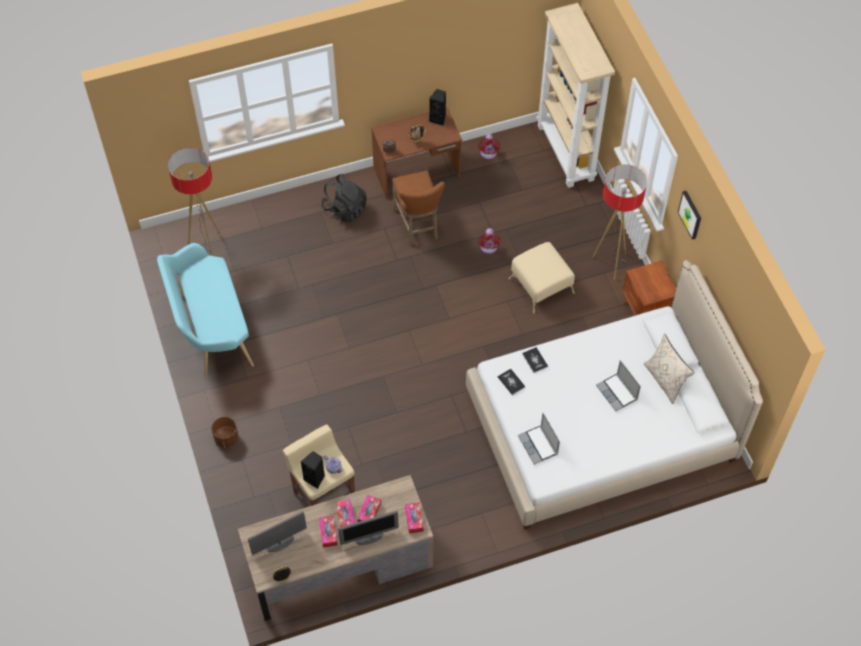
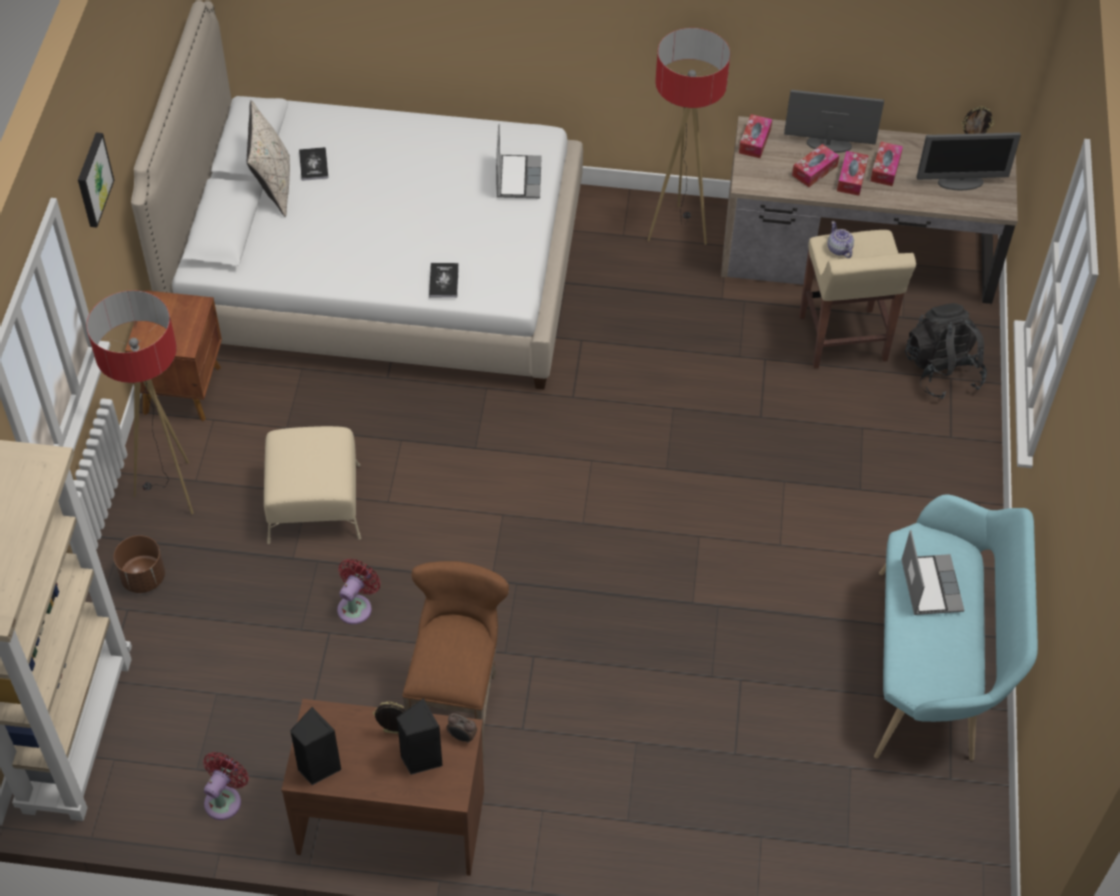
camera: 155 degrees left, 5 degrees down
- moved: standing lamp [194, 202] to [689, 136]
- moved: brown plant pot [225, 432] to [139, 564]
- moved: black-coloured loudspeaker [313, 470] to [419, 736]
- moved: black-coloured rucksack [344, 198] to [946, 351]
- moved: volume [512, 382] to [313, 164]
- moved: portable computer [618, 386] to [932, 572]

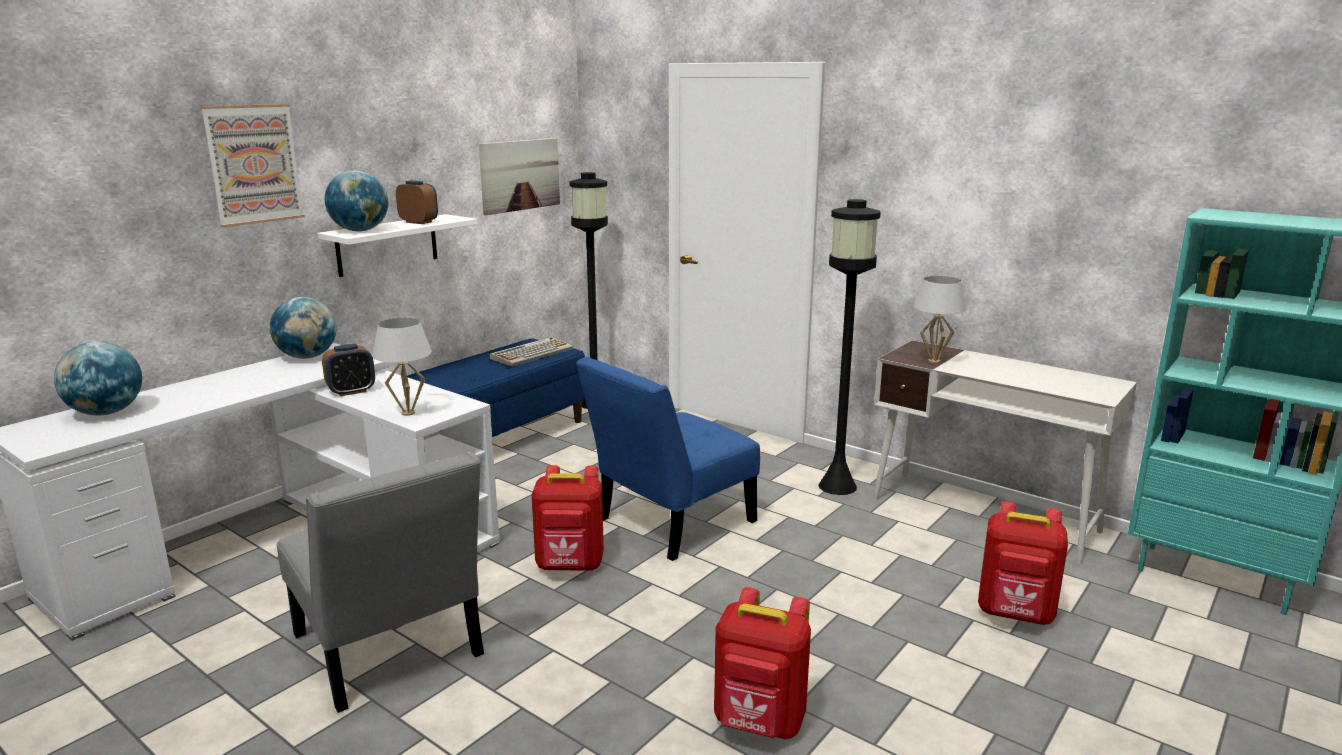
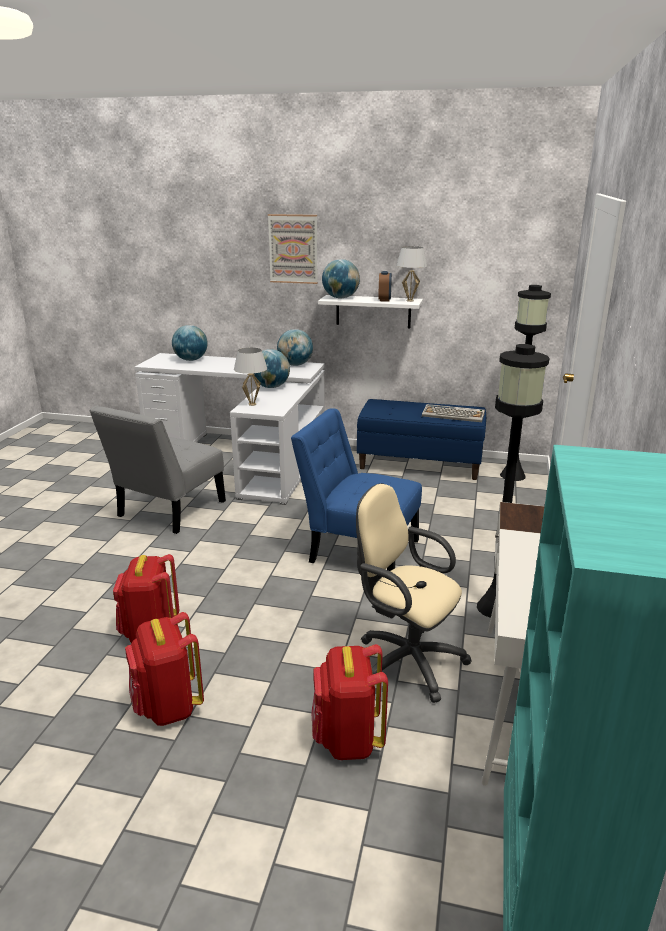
camera: 65 degrees right, 5 degrees up
- removed: wall picture [519, 176]
- added: beige-coloured desk chair [414, 593]
- moved: red rucksack [567, 518] to [164, 669]
- moved: whitish tabletop lamp [940, 319] to [411, 274]
- replaced: bedside clock [348, 370] to world globe [271, 368]

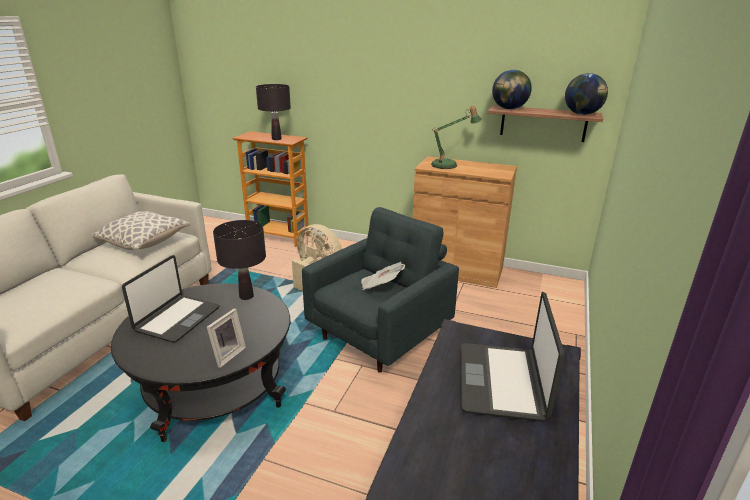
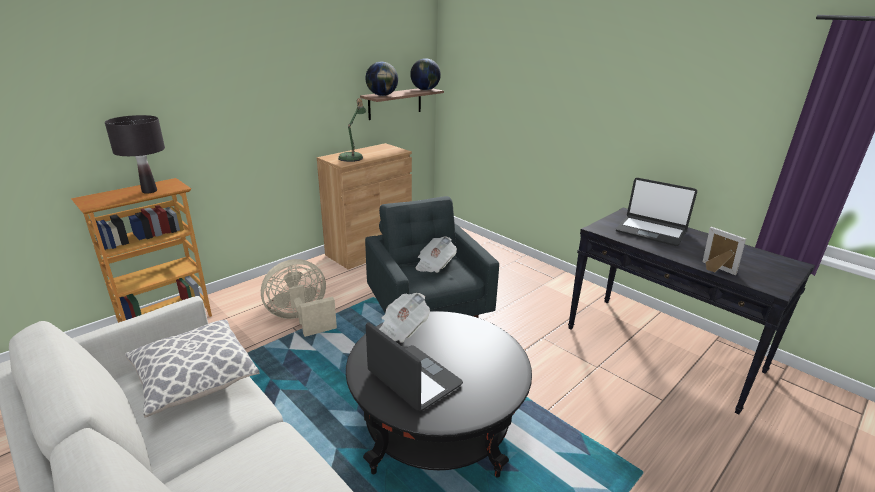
camera: 65 degrees left, 0 degrees up
- moved: picture frame [226, 338] to [724, 251]
- replaced: black-coloured tabletop lamp [239, 260] to printed paper [404, 318]

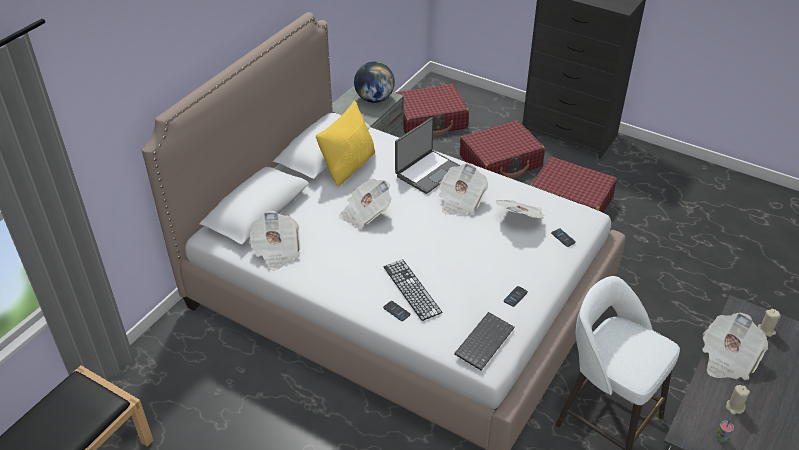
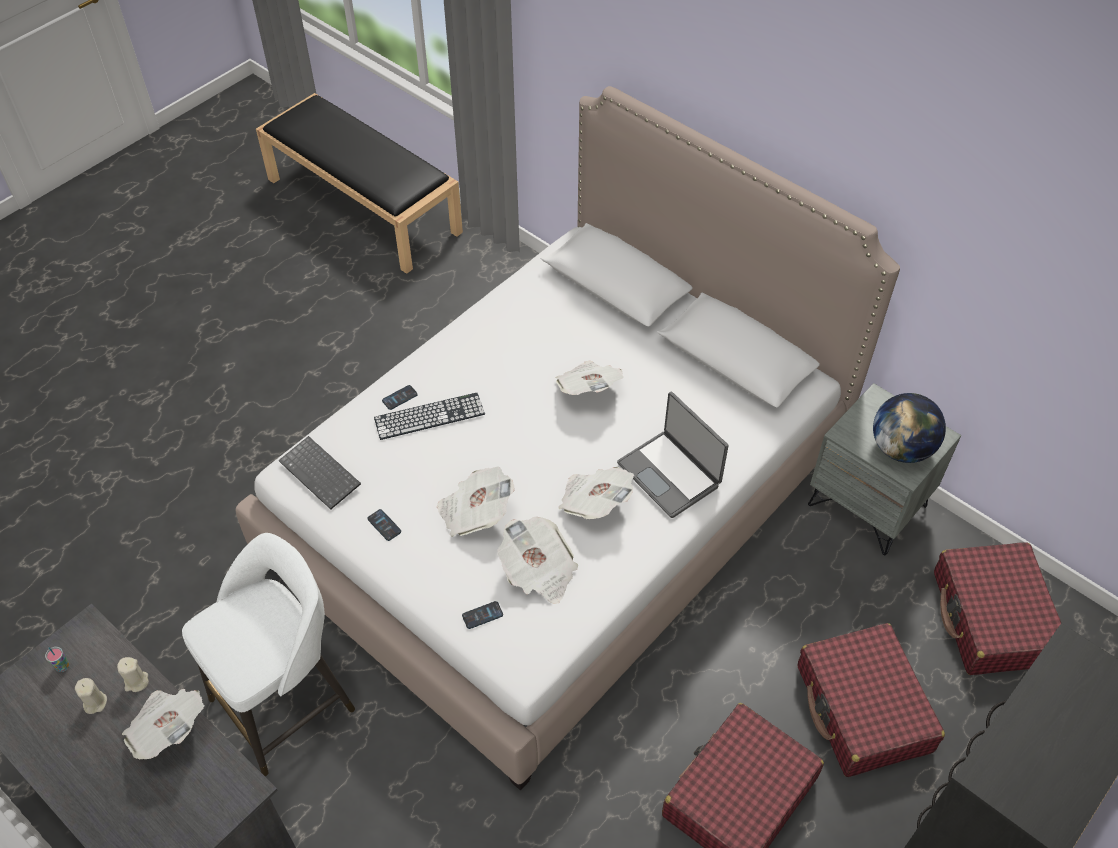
camera: 100 degrees right, 10 degrees up
- removed: yellow throw pillow [345, 144]
- moved: printed paper [274, 240] to [476, 501]
- moved: beige-coloured wax candle [769, 323] to [133, 674]

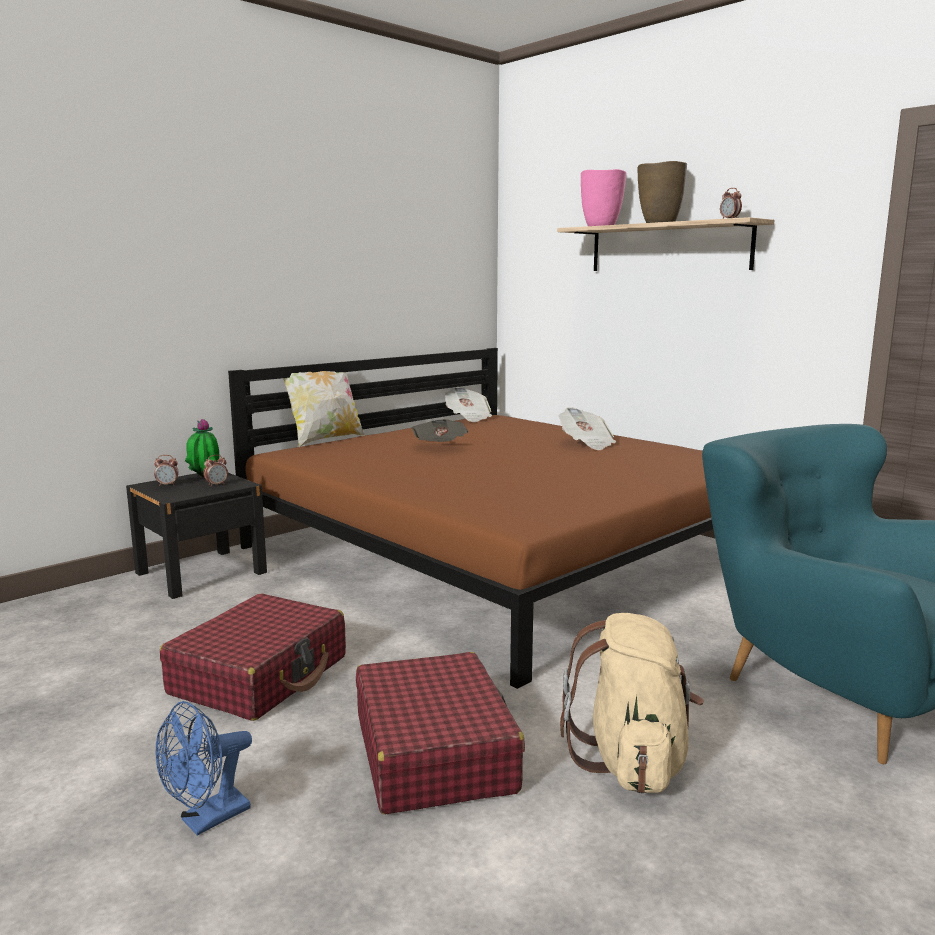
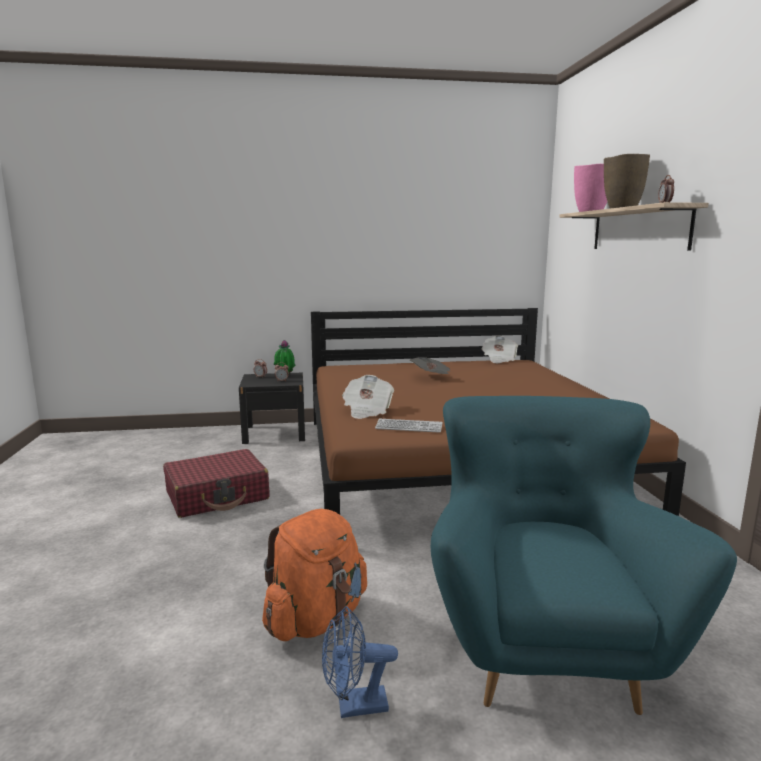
camera: 35 degrees right, 0 degrees up
- removed: throw pillow [324, 404]
- removed: red suitcase [440, 733]
- added: PC keyboard [409, 426]
- moved: blue cooling fan [204, 768] to [360, 662]
- moved: printed paper [587, 428] to [368, 397]
- recoloured: beige-coloured rucksack [632, 703] to orange rucksack [314, 575]

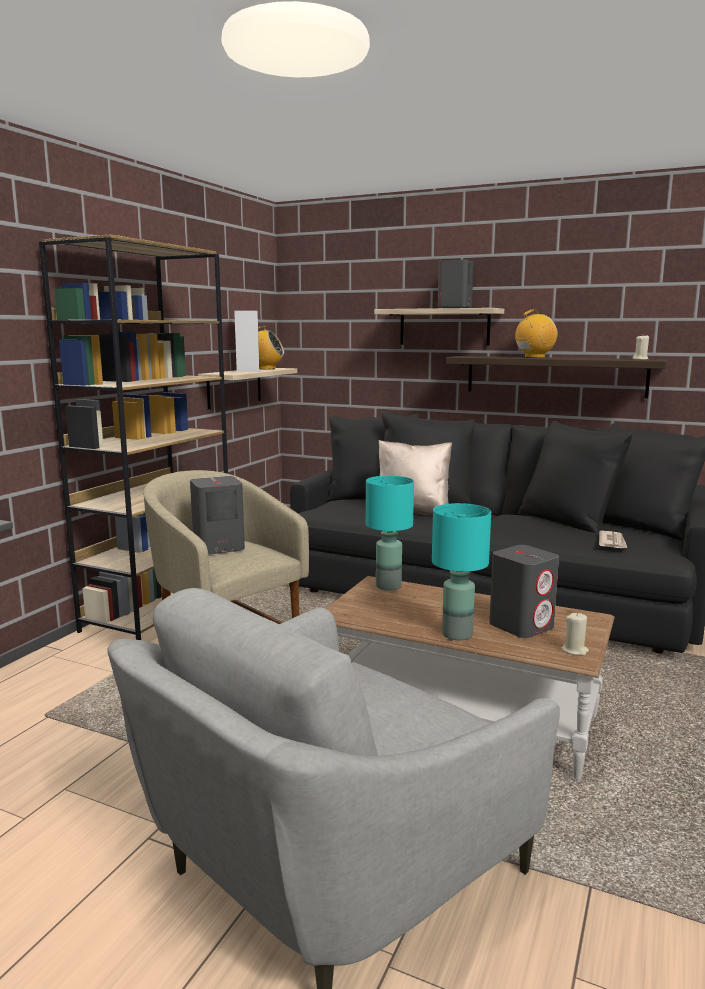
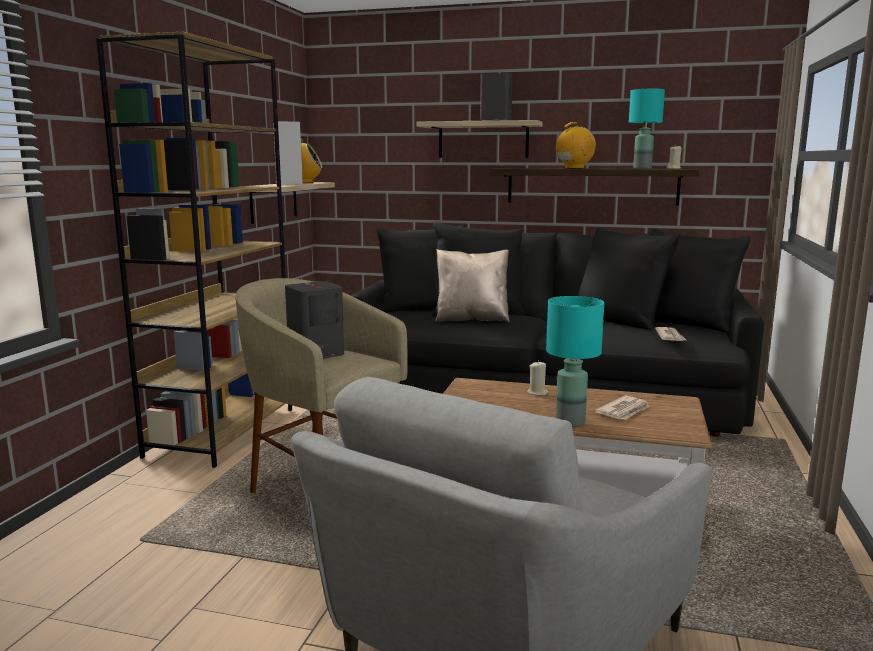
camera: 10 degrees left, 0 degrees up
- moved: blue-green tabletop lamp [390, 533] to [647, 129]
- moved: beige-coloured wax candle [575, 633] to [537, 378]
- replaced: gray loudspeaker [524, 591] to printed paper [622, 408]

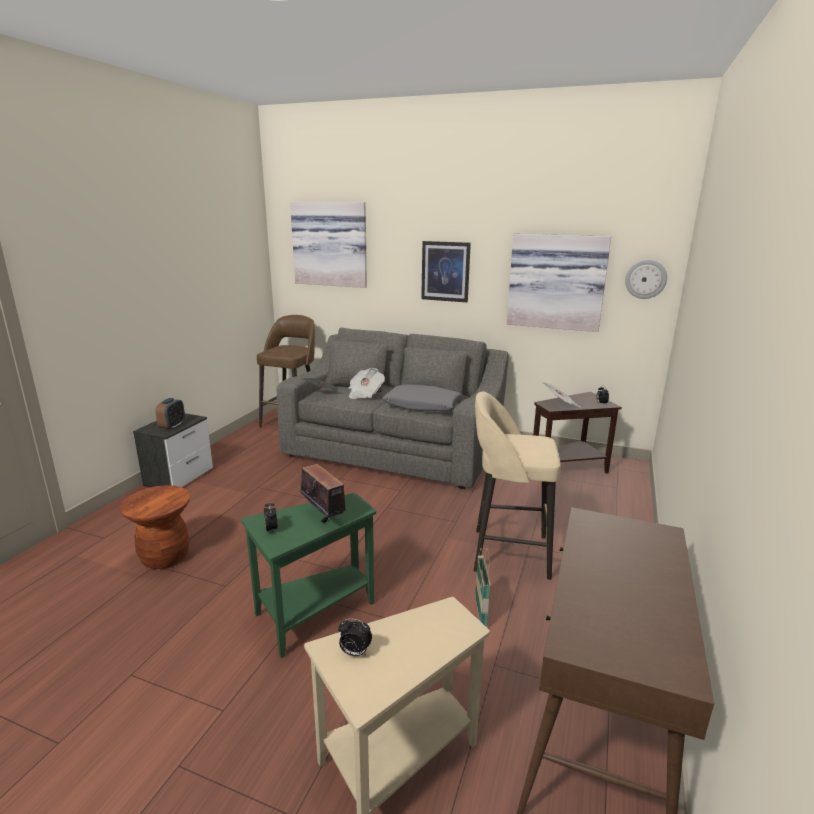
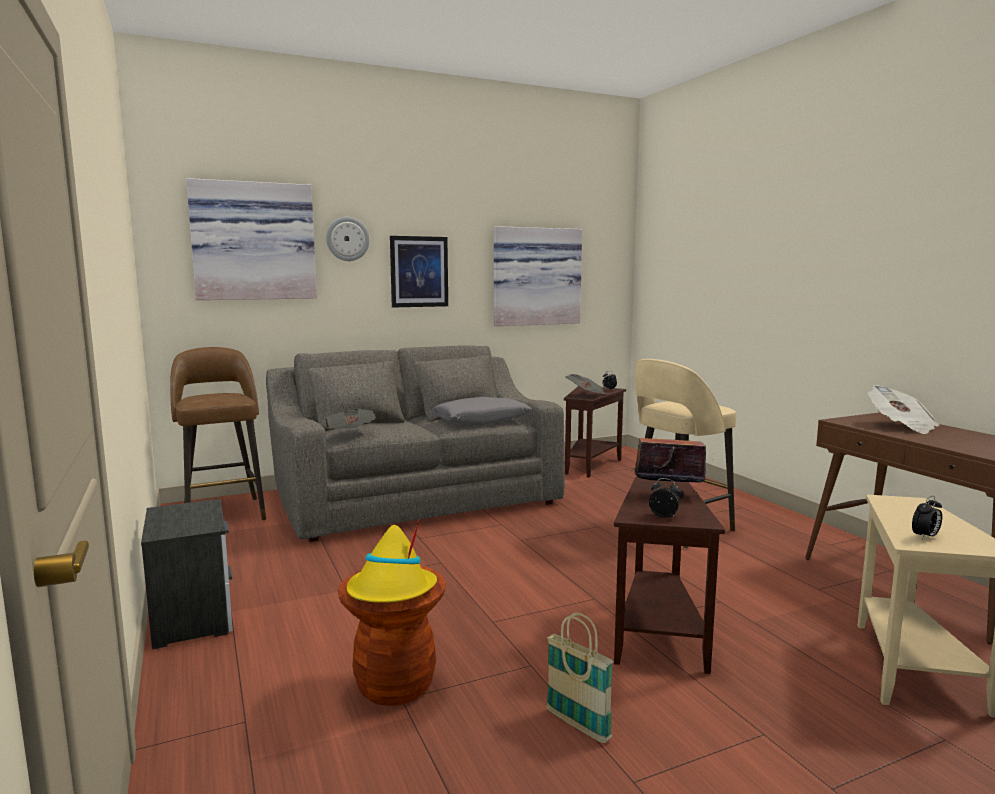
camera: 45 degrees left, 10 degrees down
- removed: bedside clock [170, 414]
- added: yellow hat [392, 561]
- moved: printed paper [367, 383] to [903, 409]
- moved: basket [482, 587] to [579, 678]
- moved: clock on the wall [646, 279] to [348, 239]
- recoloured: green-coloured side table [308, 575] to brown side table [669, 575]

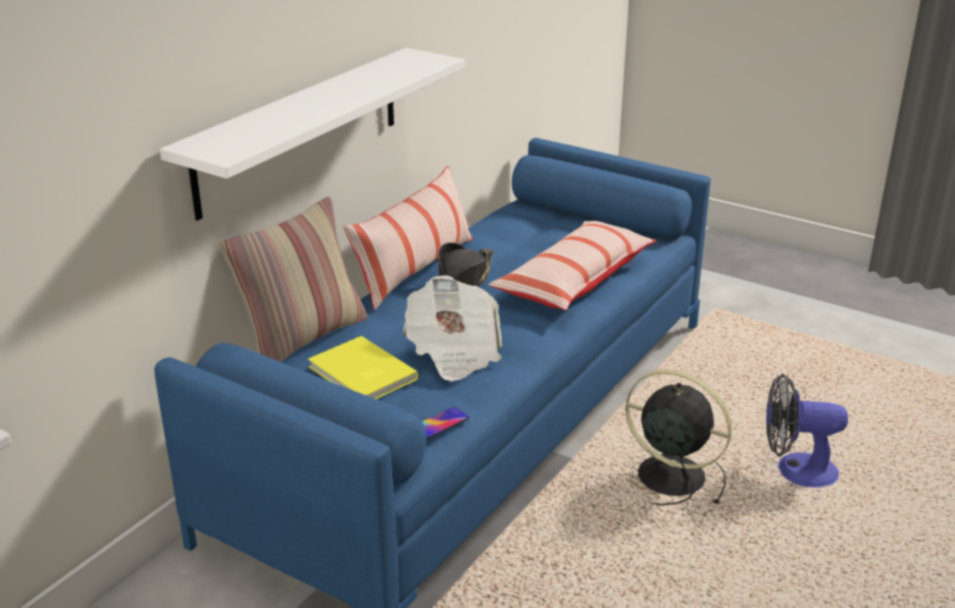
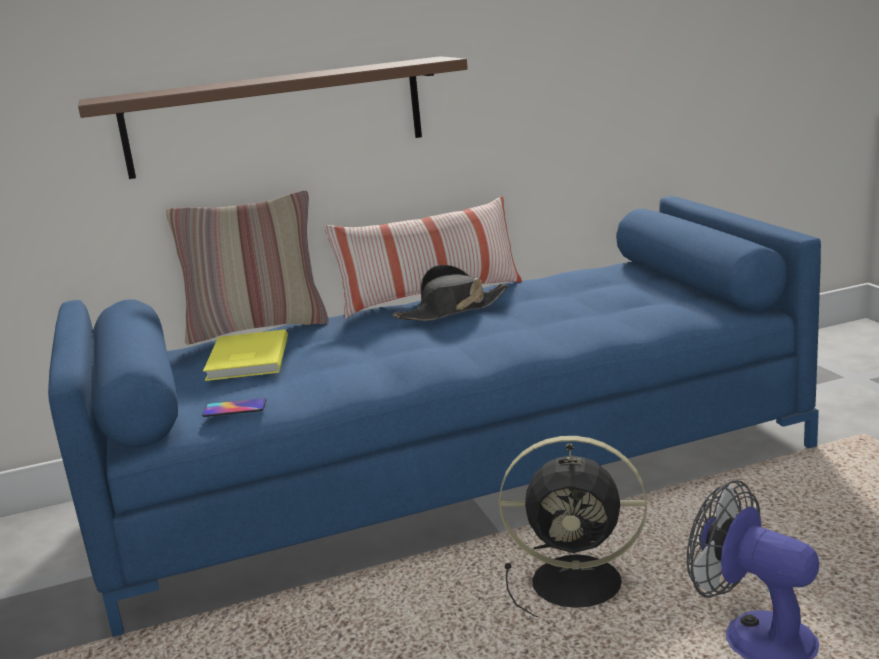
camera: 40 degrees right, 10 degrees down
- removed: printed paper [452, 328]
- removed: throw pillow [572, 265]
- recoloured: whitish shelf [312, 134] to brown shelf [273, 117]
- turned: black-coloured cooling fan [678, 437] = [573, 526] 120 degrees clockwise

